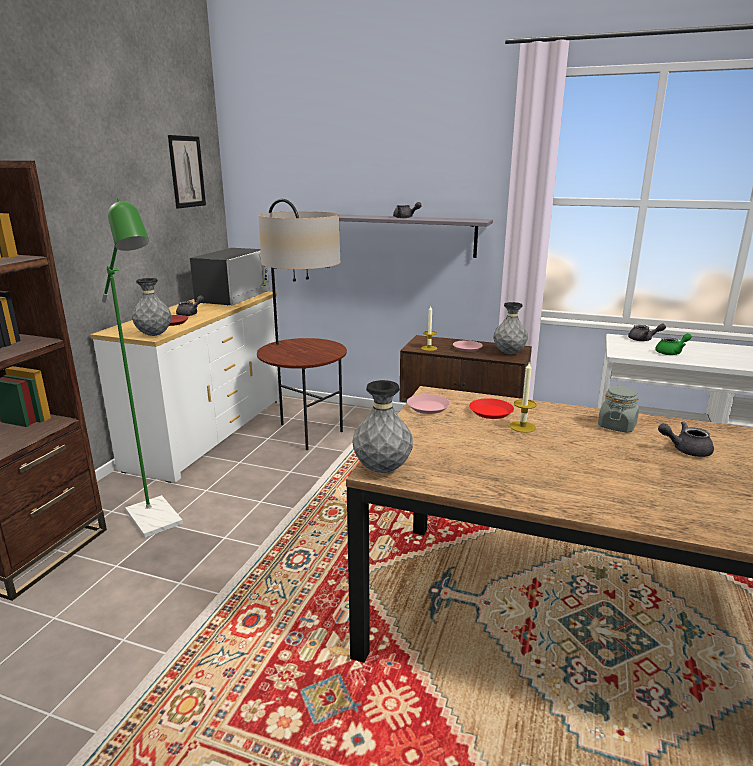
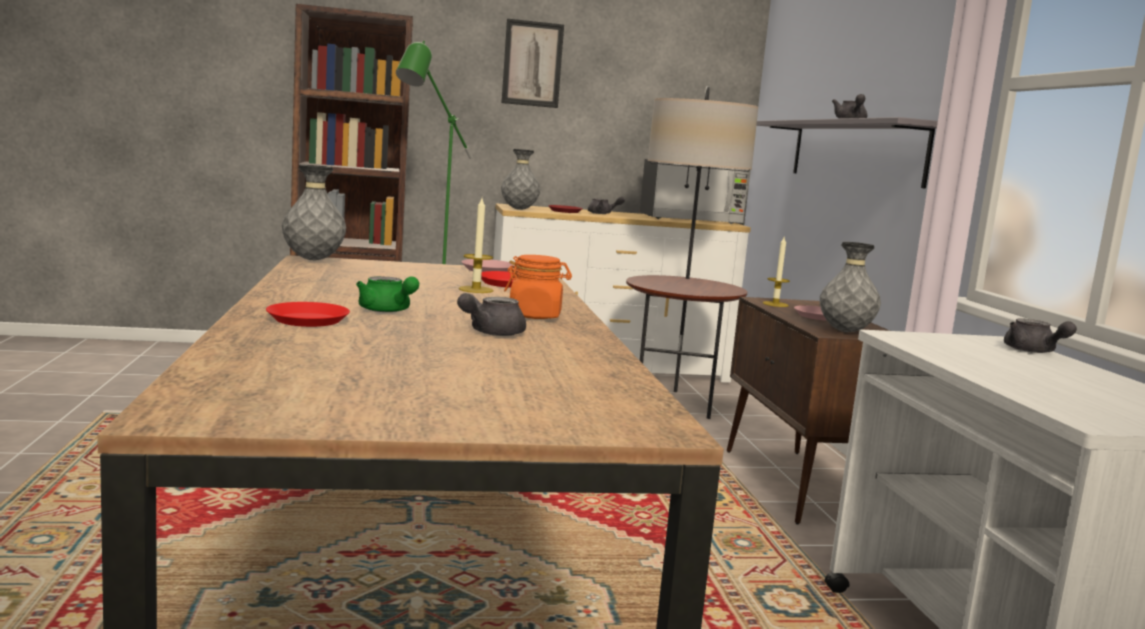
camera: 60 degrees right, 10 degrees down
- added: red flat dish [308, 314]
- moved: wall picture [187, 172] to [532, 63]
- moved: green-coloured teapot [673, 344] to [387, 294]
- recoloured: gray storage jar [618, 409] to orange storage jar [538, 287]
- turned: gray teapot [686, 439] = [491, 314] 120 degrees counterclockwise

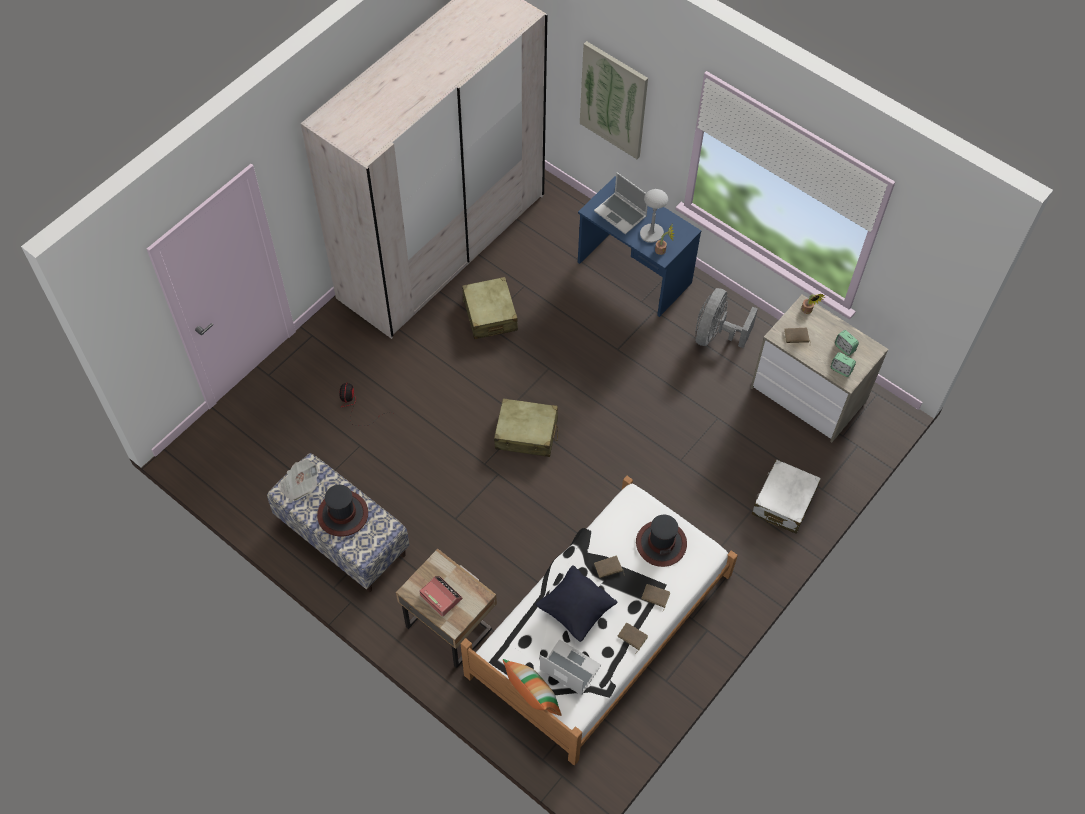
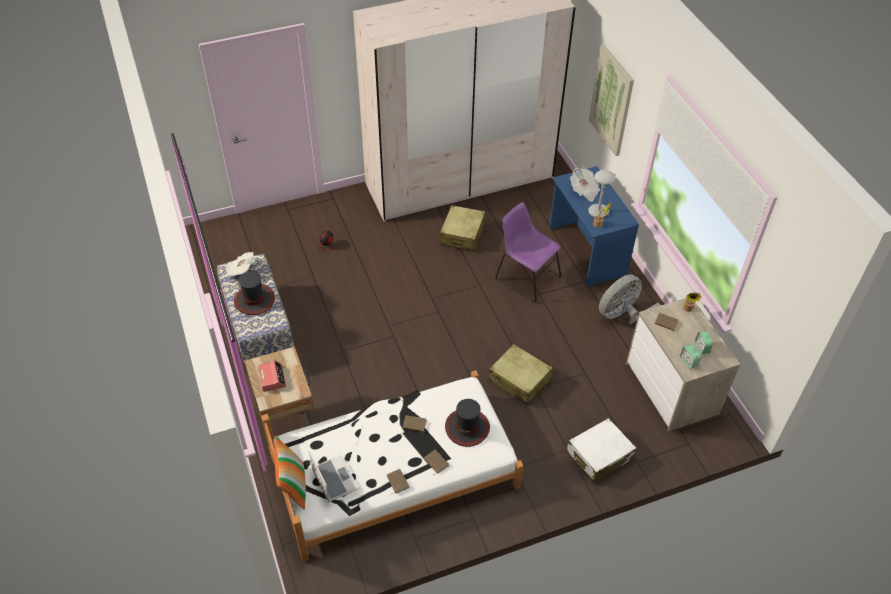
camera: 30 degrees right, 10 degrees down
- removed: black-coloured throw pillow [577, 603]
- added: purple chair [528, 252]
- moved: beige-coloured suitcase [526, 427] to [521, 374]
- replaced: portable computer [621, 203] to printed paper [585, 185]

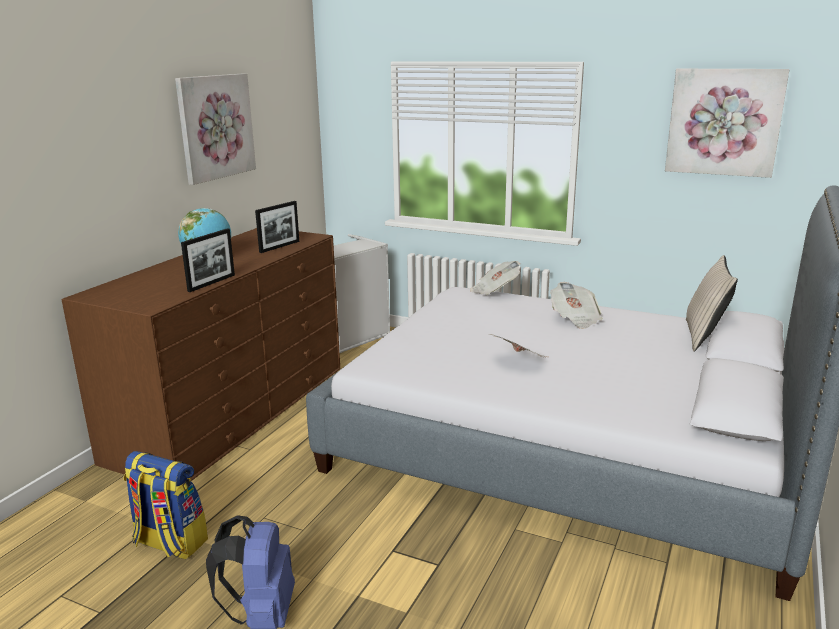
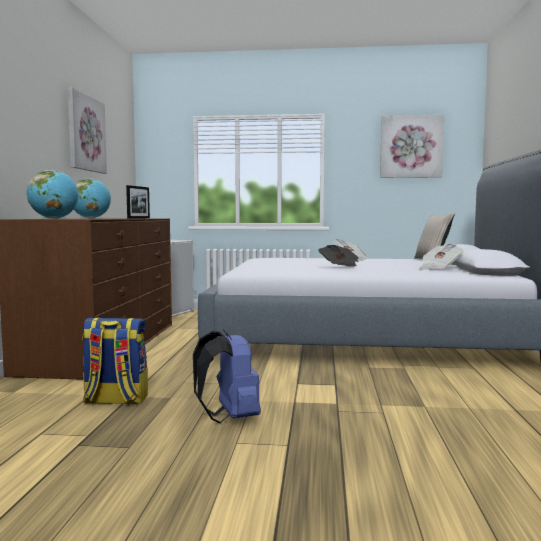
camera: 20 degrees left, 15 degrees down
- removed: picture frame [208, 260]
- added: world globe [53, 194]
- moved: printed paper [495, 278] to [441, 257]

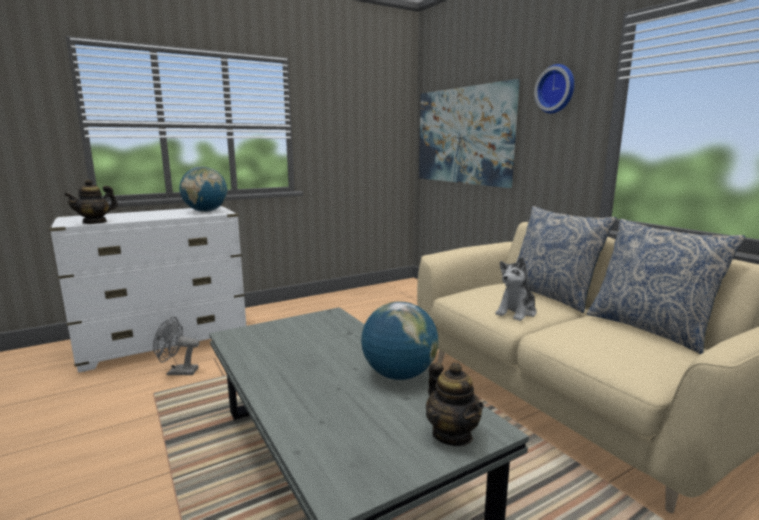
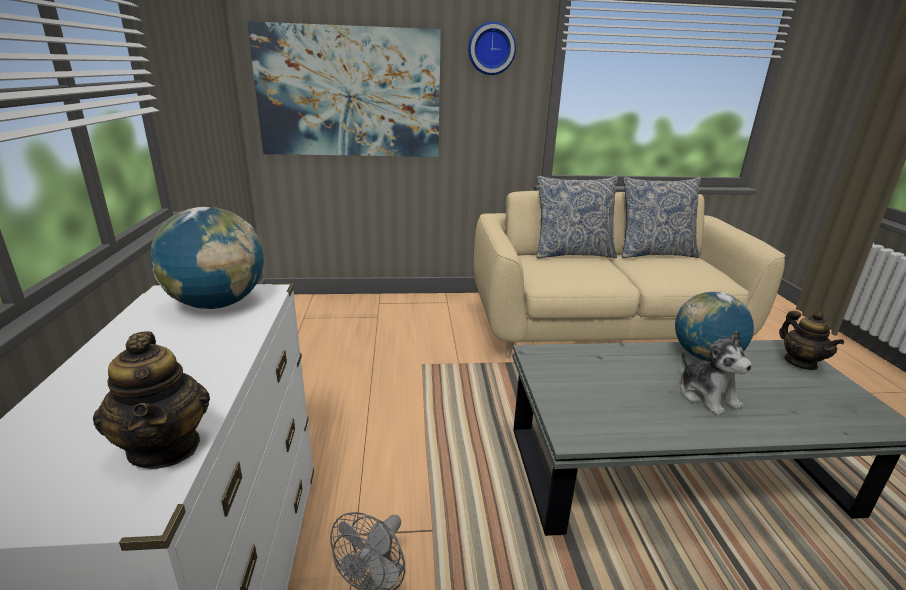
camera: 65 degrees left, 10 degrees up
- moved: cuddly toy [516, 289] to [716, 373]
- turned: teapot [455, 404] = [811, 340] 75 degrees clockwise

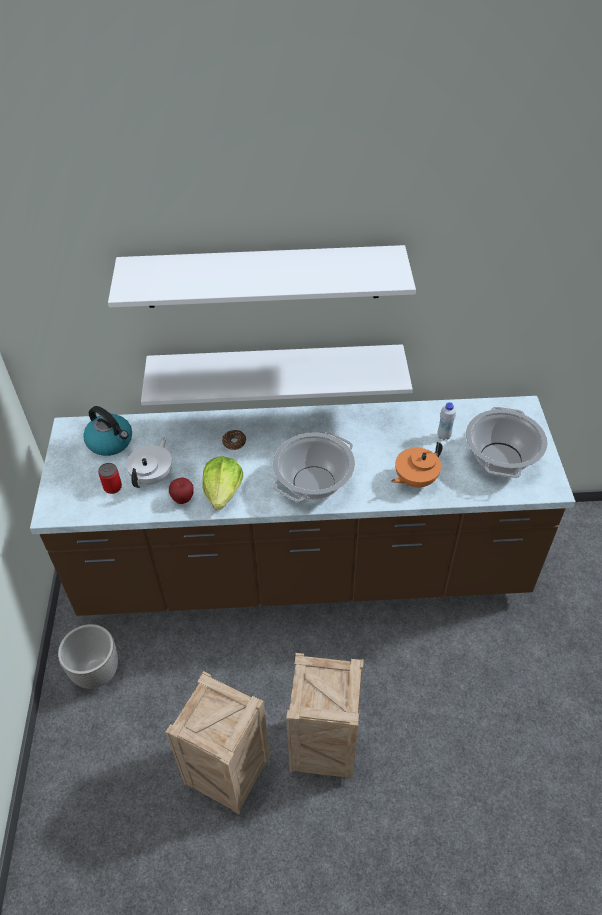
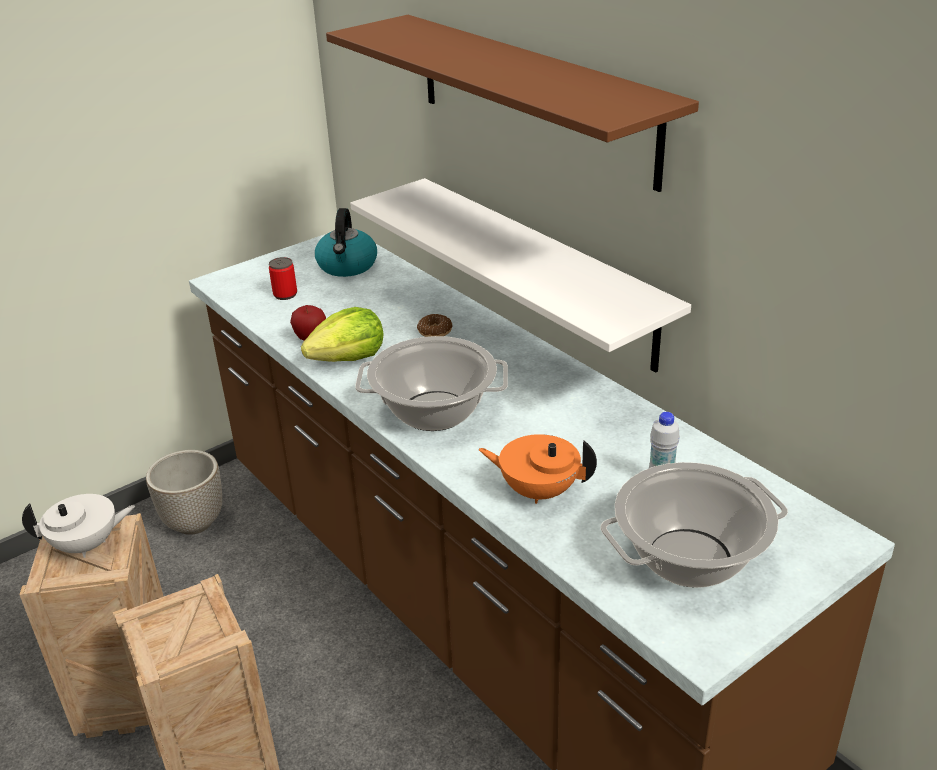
camera: 55 degrees right, 15 degrees down
- moved: whitish teapot [149, 462] to [78, 526]
- recoloured: whitish shelf [262, 276] to brown shelf [512, 103]

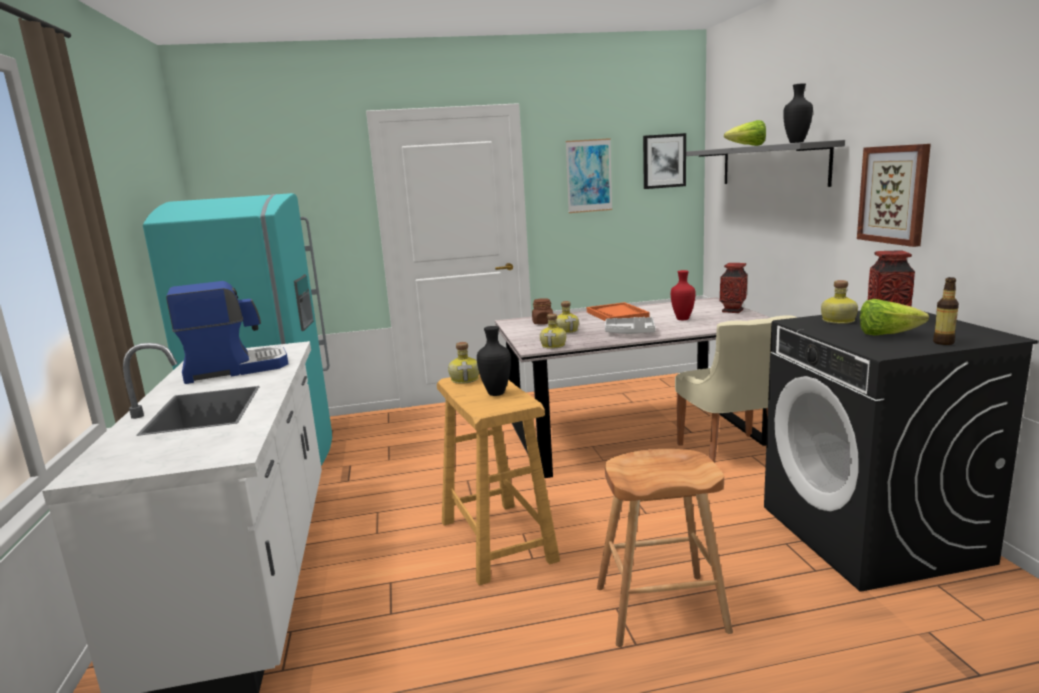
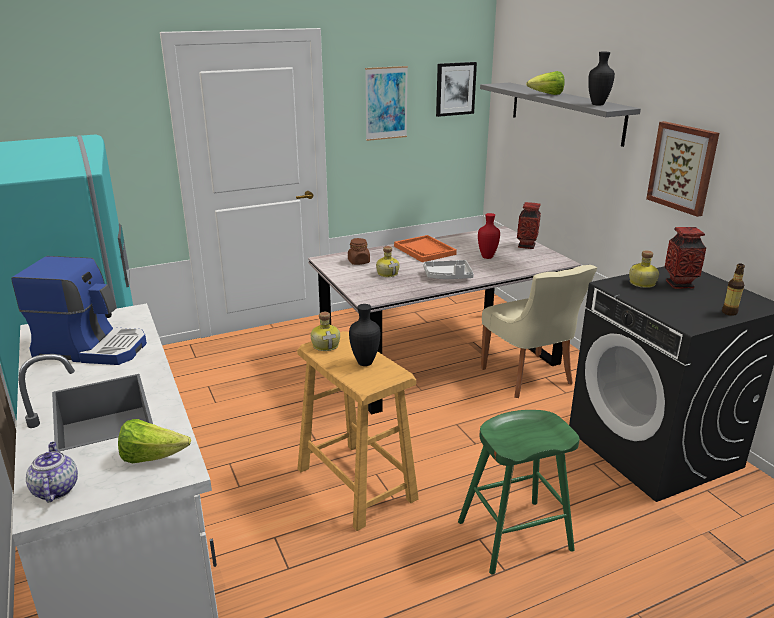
camera: 15 degrees left, 10 degrees up
- removed: bottle [553, 331]
- added: teapot [52, 472]
- moved: lettuce head [894, 317] to [154, 441]
- recoloured: brown sitting stool [665, 548] to green-coloured sitting stool [519, 492]
- turned: coffee machine [227, 332] = [79, 310] 45 degrees clockwise

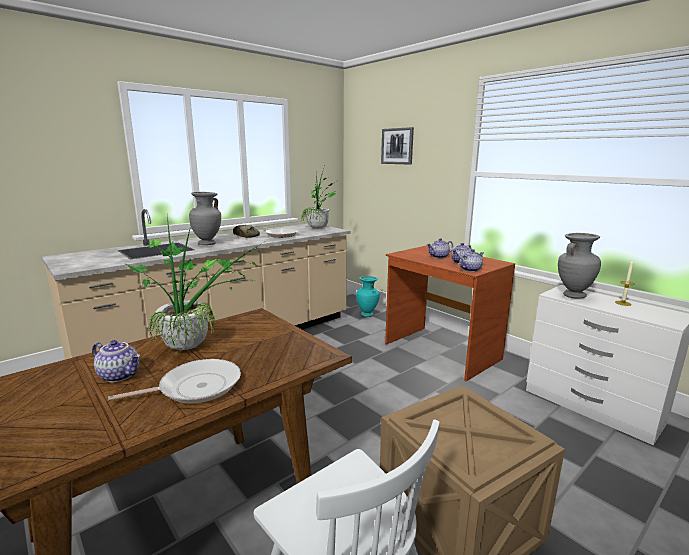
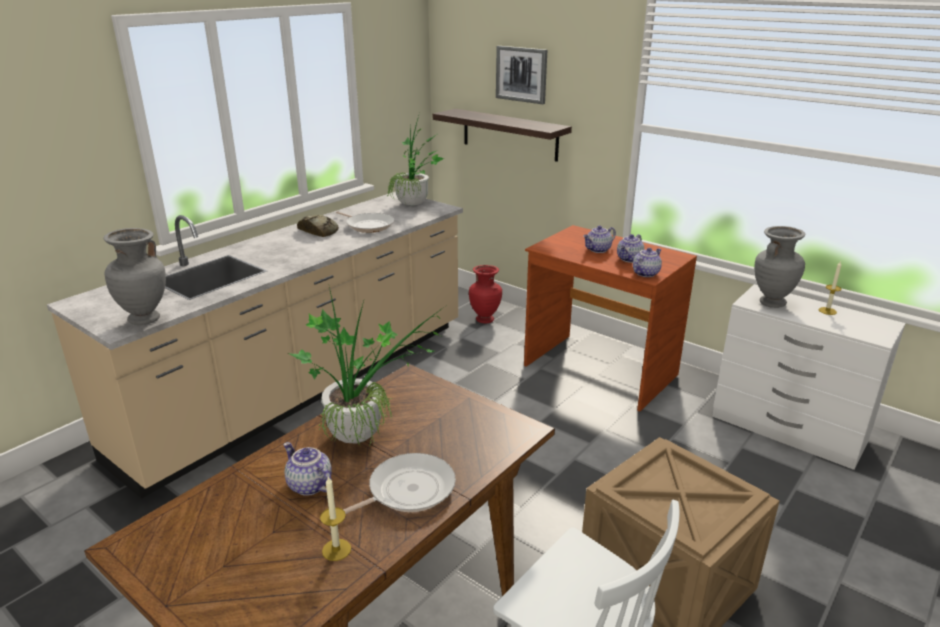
camera: 10 degrees left, 10 degrees up
- added: wax candle [335, 519]
- added: shelf [502, 135]
- moved: gray decorative vase [205, 218] to [134, 276]
- recoloured: blue-green decorative vase [368, 296] to red decorative vase [485, 294]
- turned: teapot [116, 361] = [308, 469] 150 degrees counterclockwise

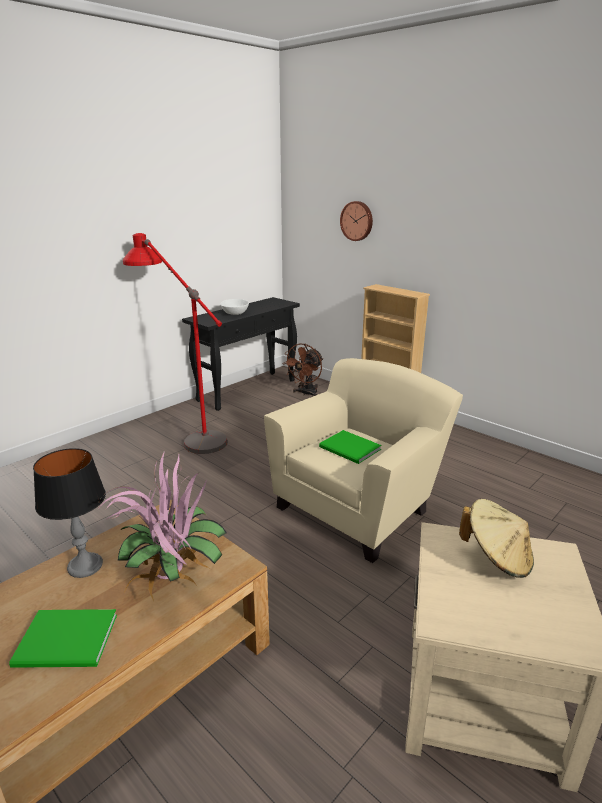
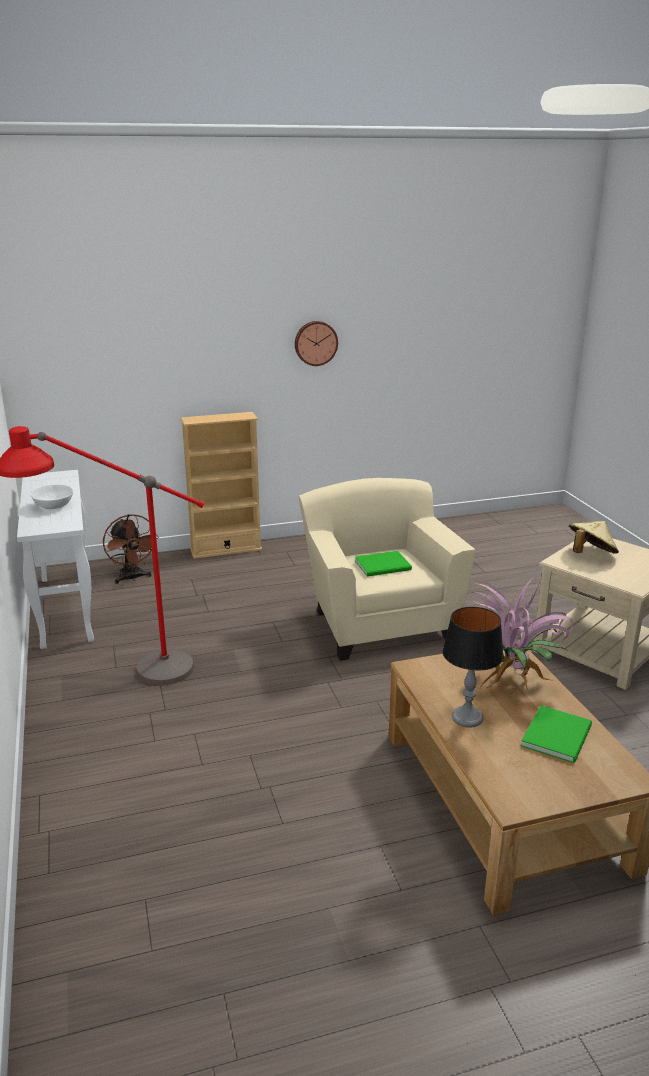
camera: 60 degrees left, 0 degrees up
- moved: clock on the wall [356, 221] to [316, 343]
- recoloured: black-coloured hall table [241, 354] to whitish hall table [55, 559]

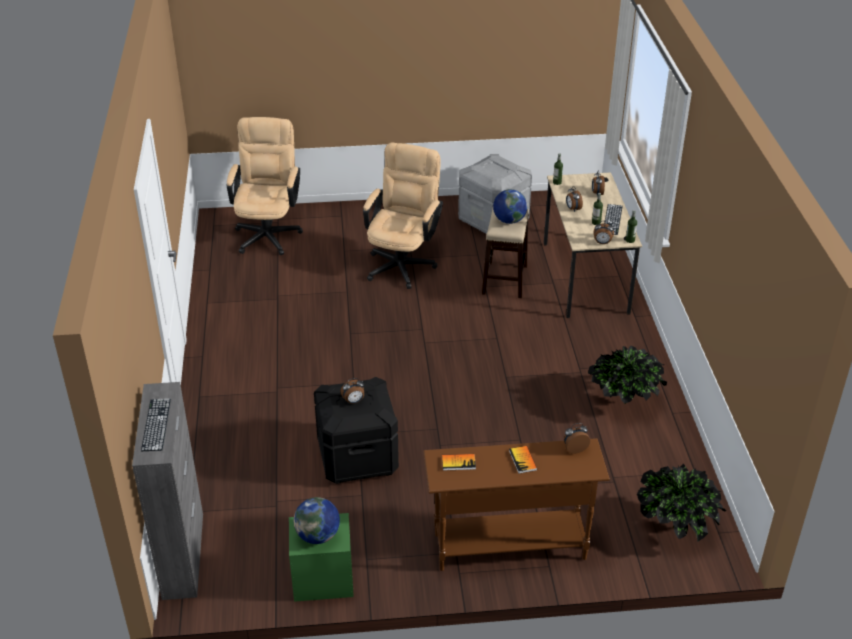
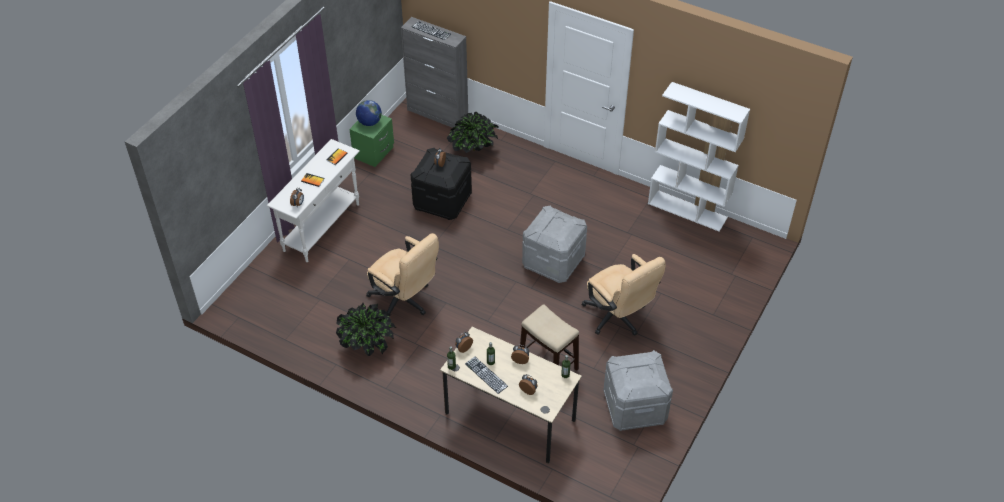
camera: 125 degrees right, 10 degrees up
- removed: world globe [510, 206]
- added: gray storage bin [554, 244]
- added: whitish bookcase [699, 156]
- moved: beige-coloured desk chair [265, 186] to [402, 275]
- moved: plant in a pot [681, 502] to [473, 132]
- recoloured: brown hall table [516, 504] to whitish hall table [313, 200]

